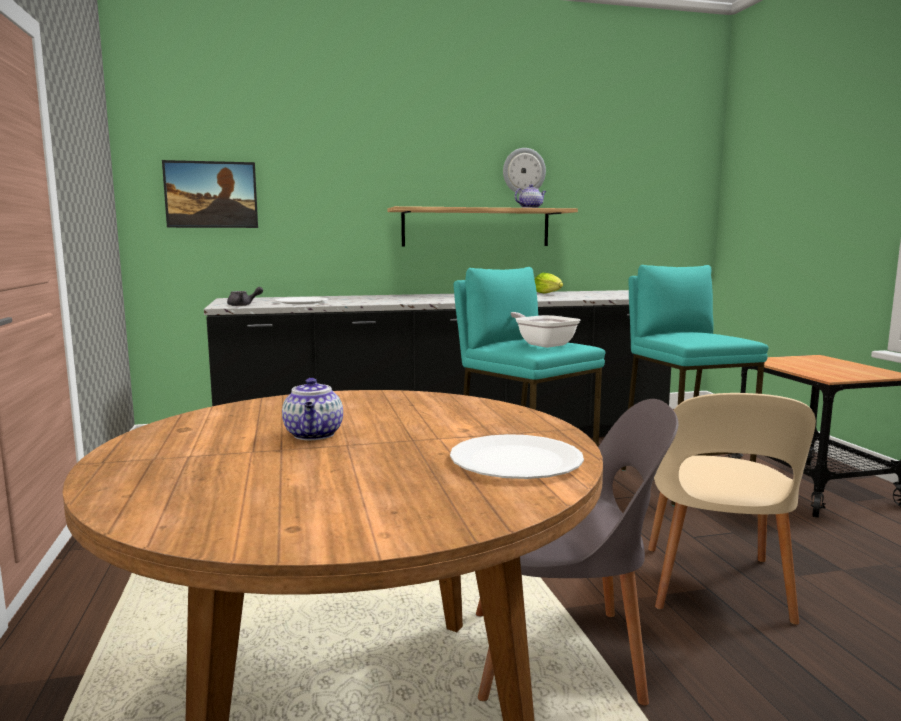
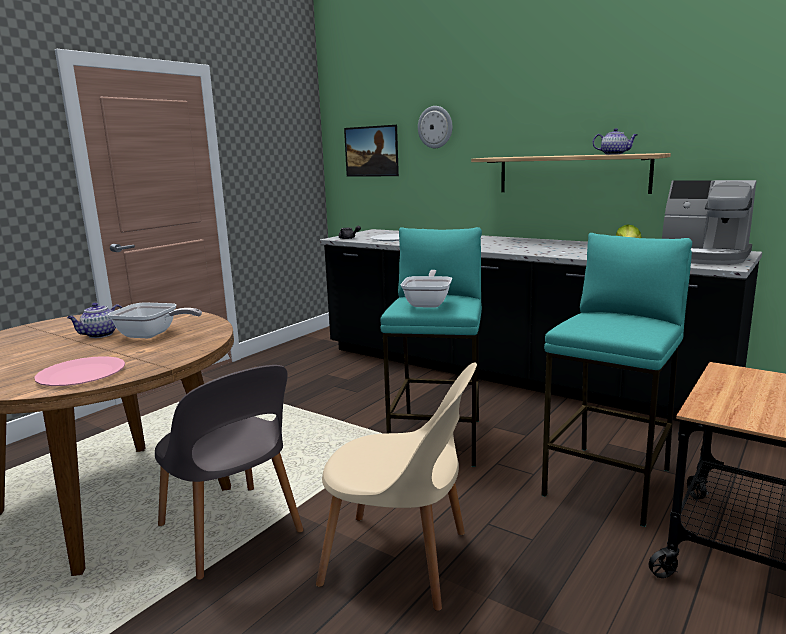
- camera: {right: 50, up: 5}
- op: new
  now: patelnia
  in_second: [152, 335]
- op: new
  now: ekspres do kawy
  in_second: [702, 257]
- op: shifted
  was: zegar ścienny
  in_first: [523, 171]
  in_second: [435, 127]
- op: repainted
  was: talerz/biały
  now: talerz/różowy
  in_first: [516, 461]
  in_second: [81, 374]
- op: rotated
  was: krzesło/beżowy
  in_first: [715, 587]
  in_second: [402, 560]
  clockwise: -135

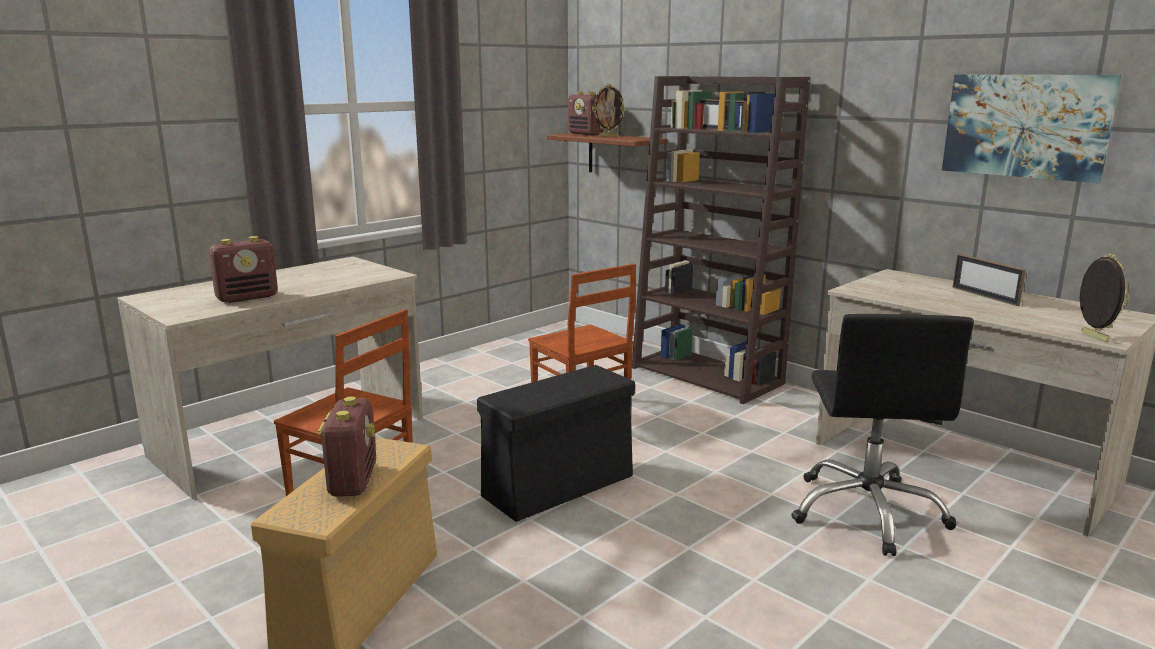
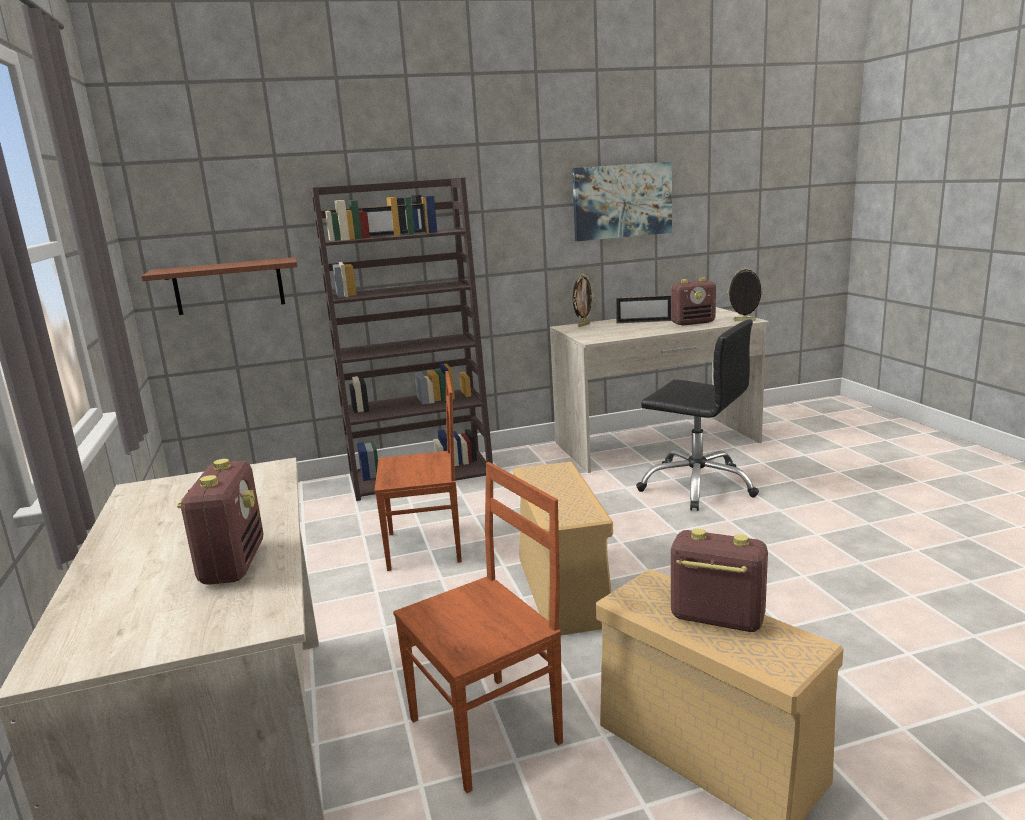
- camera: {right: -60, up: 0}
- op: shifted
  was: radio
  in_first: [586, 134]
  in_second: [693, 323]
- op: shifted
  was: ramka na zdjęcie
  in_first: [608, 136]
  in_second: [583, 325]
- op: repainted
  was: pojemnik do przechowywania/czarny
  now: pojemnik do przechowywania/beżowy
  in_first: [560, 485]
  in_second: [562, 589]

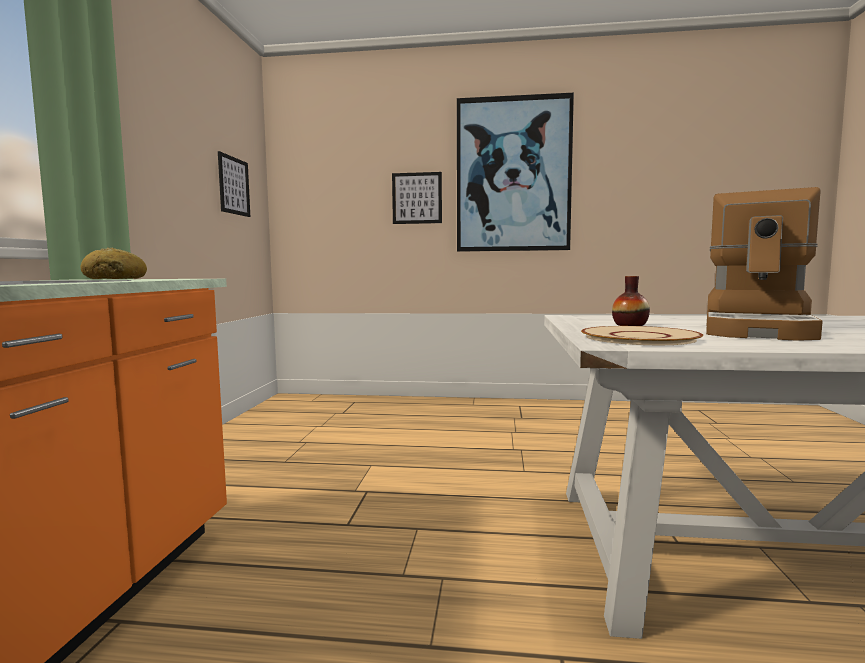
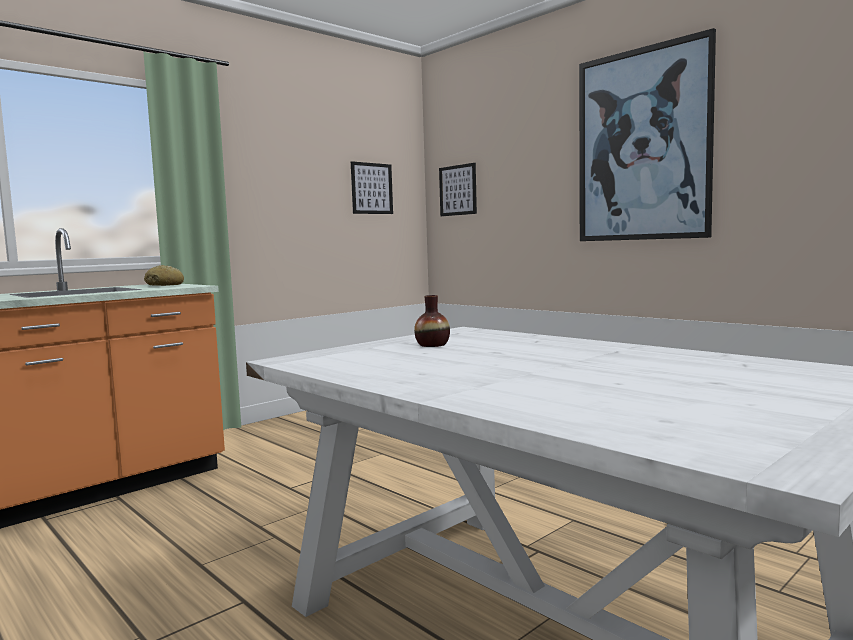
- camera: {right: 40, up: 0}
- op: gone
  was: talerz/beżowy
  in_first: [640, 338]
- op: gone
  was: ekspres do kawy
  in_first: [758, 329]
- op: shifted
  was: obraz
  in_first: [417, 198]
  in_second: [458, 190]

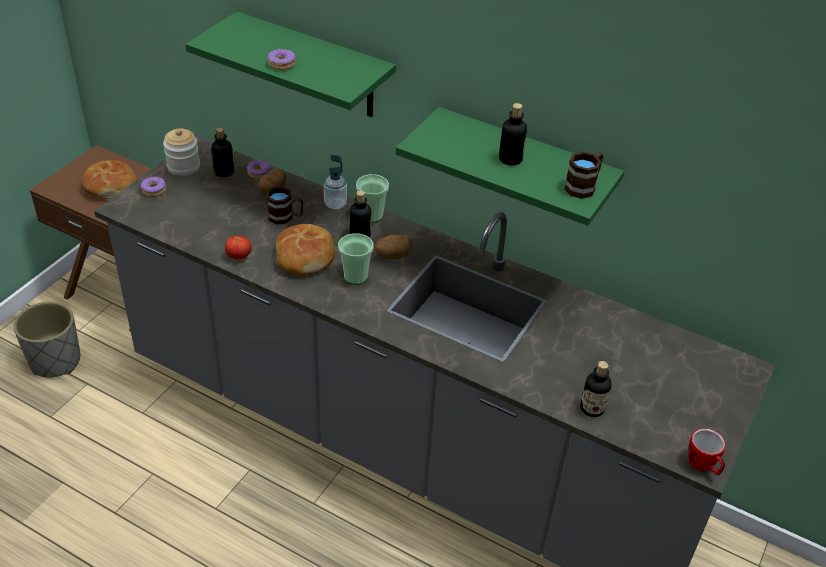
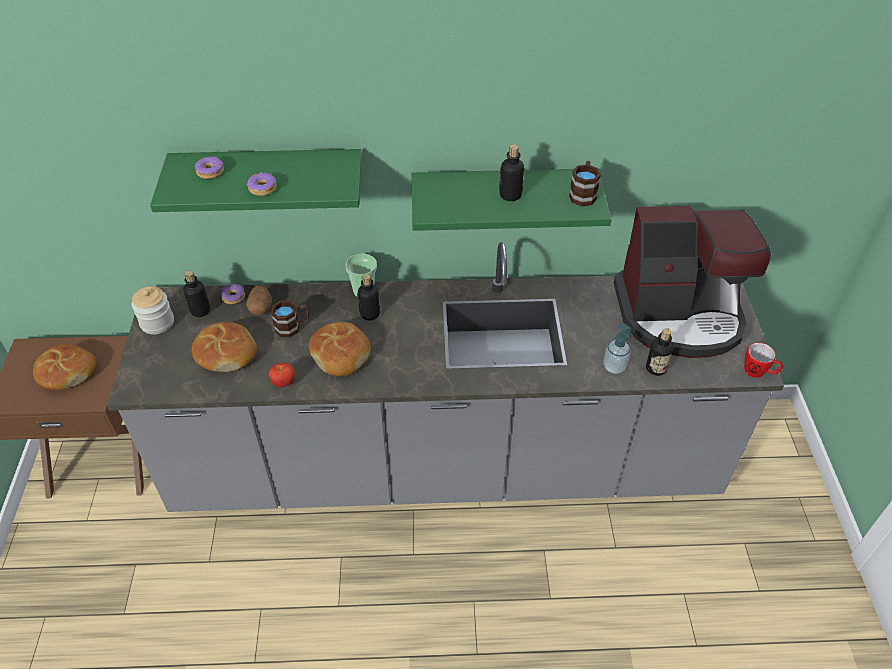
- camera: {right: -30, up: 5}
- op: gone
  was: donica/szary
  in_first: [56, 361]
- op: gone
  was: filiżanka
  in_first: [355, 277]
- op: gone
  was: ziemniak
  in_first: [393, 256]
- op: new
  now: chleb
  in_second: [226, 353]
- op: new
  now: ekspres do kawy
  in_second: [679, 315]
- op: shifted
  was: donut
  in_first: [154, 190]
  in_second: [210, 172]
- op: shifted
  was: dozownik mydła
  in_first: [335, 204]
  in_second: [614, 367]

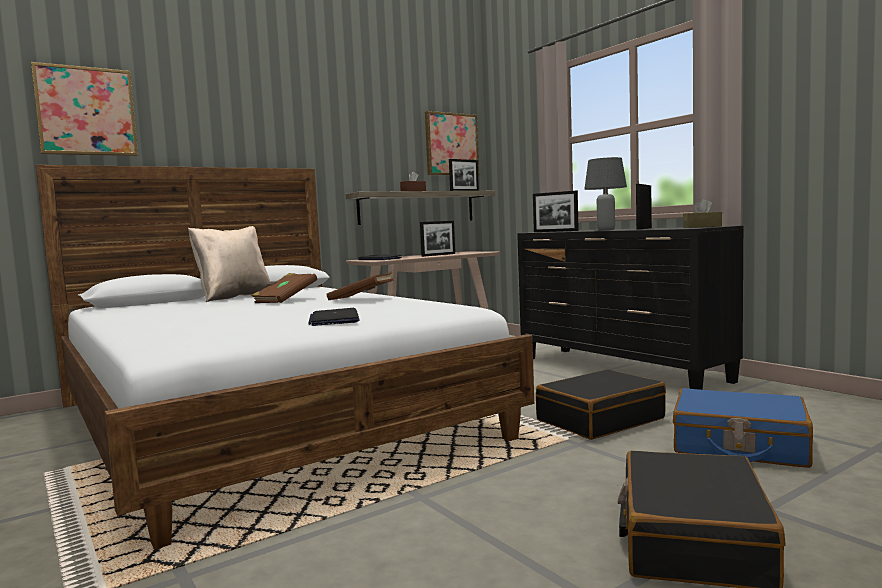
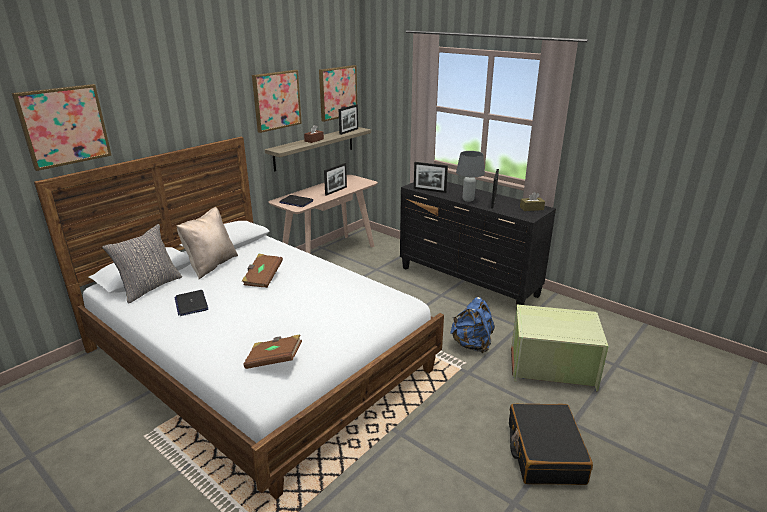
- camera: {right: -15, up: 20}
- op: new
  now: poduszka/szary
  in_second: [149, 287]
- op: new
  now: obraz
  in_second: [276, 100]
- op: shifted
  was: laptop
  in_first: [334, 319]
  in_second: [191, 303]
- op: shifted
  was: książka/brązowy
  in_first: [361, 299]
  in_second: [274, 360]
- op: swapped
  was: walizka/czarny
  now: plecak/niebieski
  in_first: [599, 419]
  in_second: [472, 344]
- op: swapped
  was: walizka/niebieski
  now: pojemnik do przechowywania/zielony
  in_first: [739, 445]
  in_second: [551, 367]

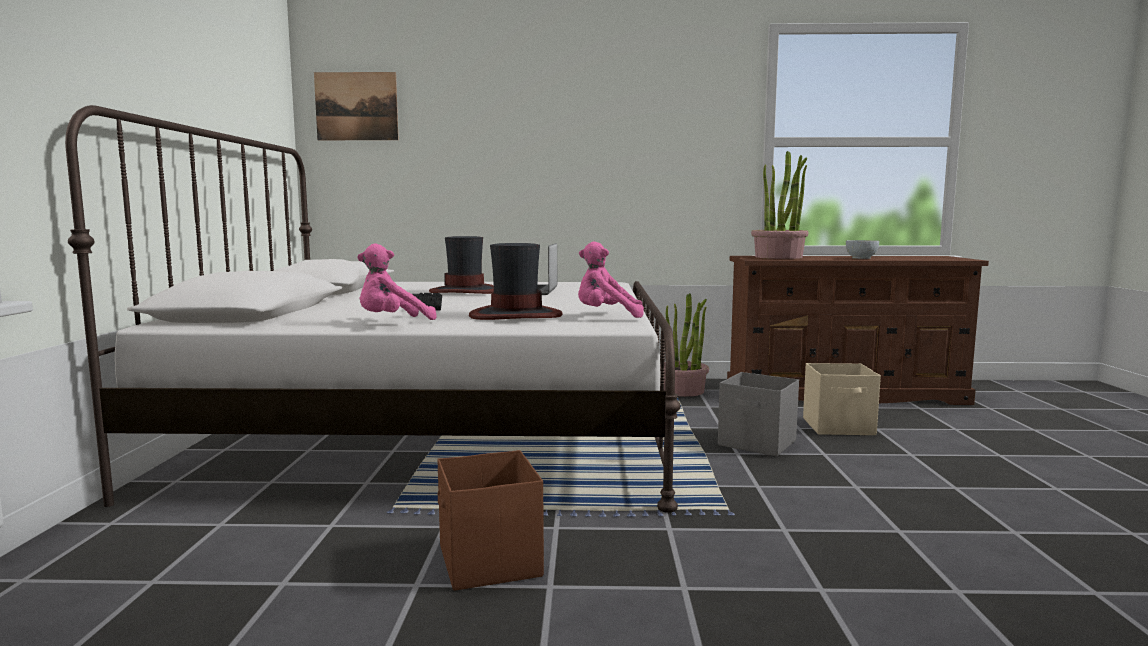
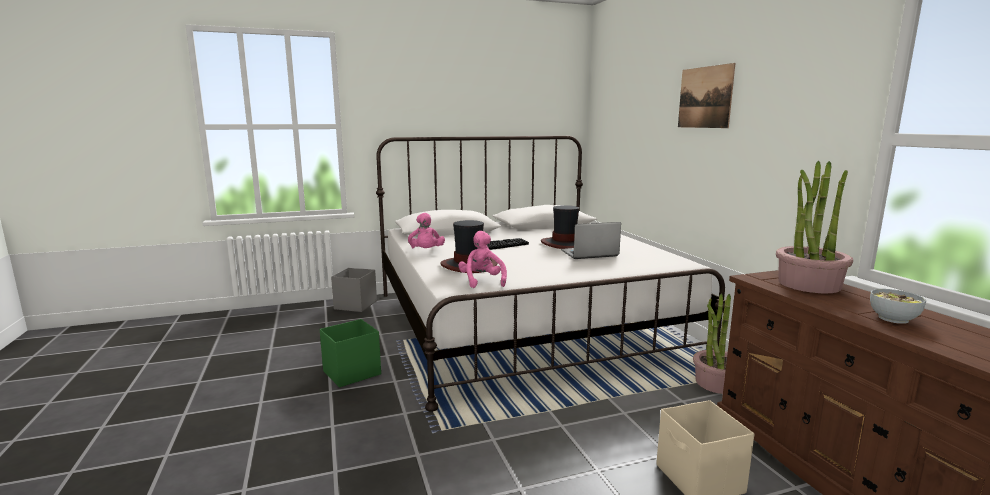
- camera: {right: 70, up: 5}
- op: shifted
  was: obraz
  in_first: [356, 106]
  in_second: [705, 97]
- op: shifted
  was: pojemnik do przechowywania/szary
  in_first: [758, 443]
  in_second: [355, 305]
- op: repainted
  was: pojemnik do przechowywania/brązowy
  now: pojemnik do przechowywania/zielony
  in_first: [489, 562]
  in_second: [351, 373]
- op: rotated
  was: pluszak/różowy
  in_first: [392, 322]
  in_second: [426, 252]
  clockwise: -135

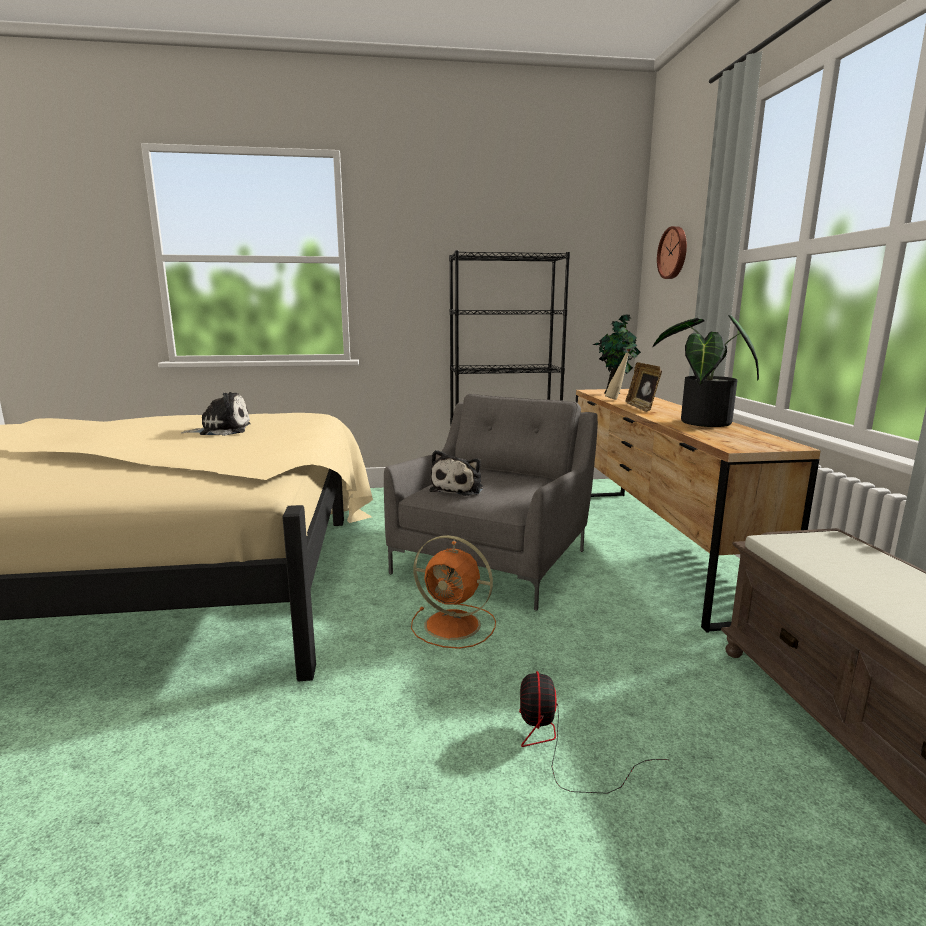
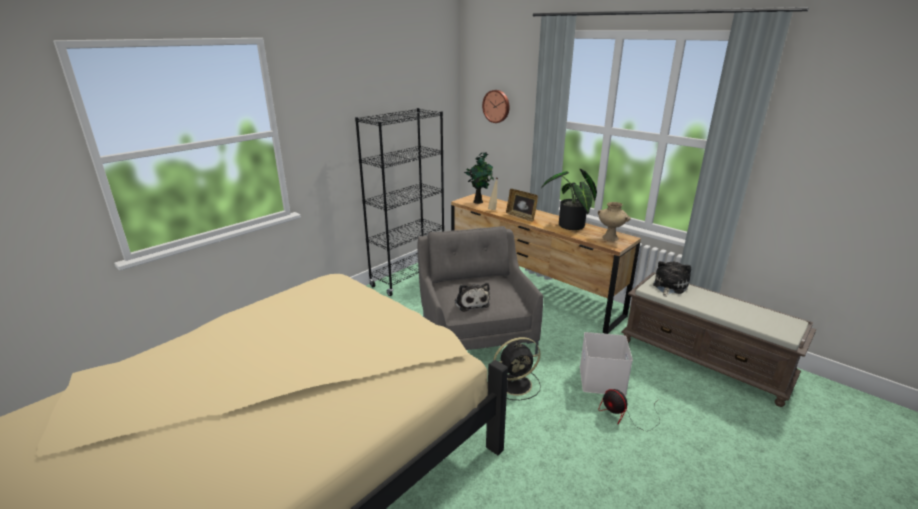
- camera: {right: -40, up: 10}
- op: new
  now: pojemnik do przechowywania/biały
  in_second: [601, 379]
- op: new
  now: wazon/beżowy
  in_second: [609, 238]
- op: shifted
  was: pluszak
  in_first: [222, 430]
  in_second: [669, 286]
- op: repainted
  was: wentylator/pomarańczowy
  now: wentylator/czarny
  in_first: [455, 625]
  in_second: [516, 384]

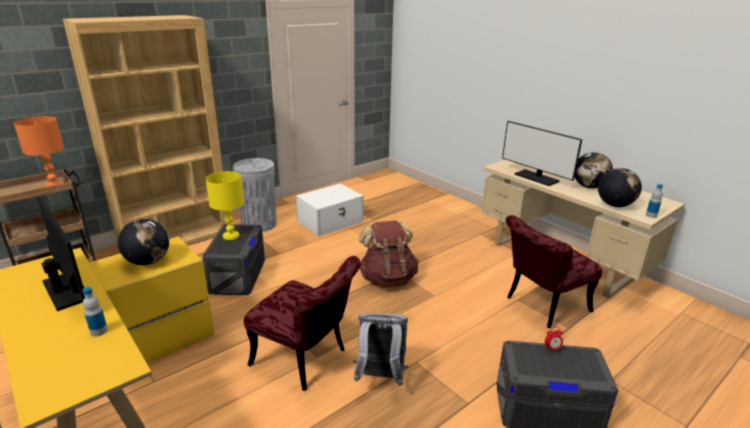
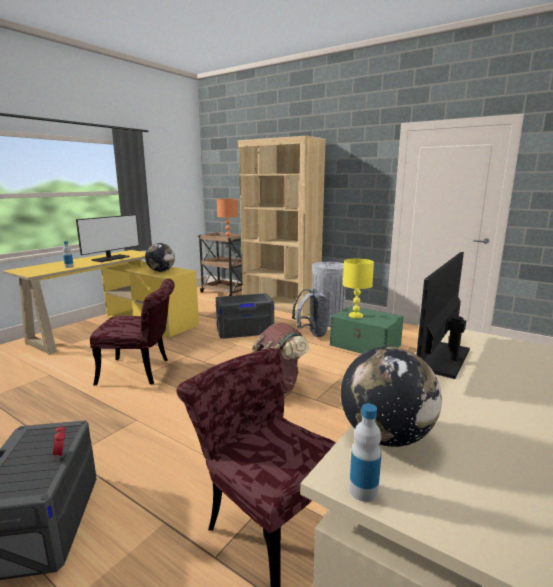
- camera: {right: 75, up: -10}
- op: gone
  was: globus
  in_first: [589, 186]
- op: shifted
  was: lampa stołowa/żółty
  in_first: [230, 236]
  in_second: [355, 315]
- op: shifted
  was: plecak/szary
  in_first: [380, 377]
  in_second: [312, 333]
- op: repainted
  was: pojemnik do przechowywania/biały
  now: pojemnik do przechowywania/zielony
  in_first: [331, 221]
  in_second: [365, 345]
- op: rotated
  was: krzesło/czerwony
  in_first: [306, 360]
  in_second: [141, 371]
  clockwise: -105

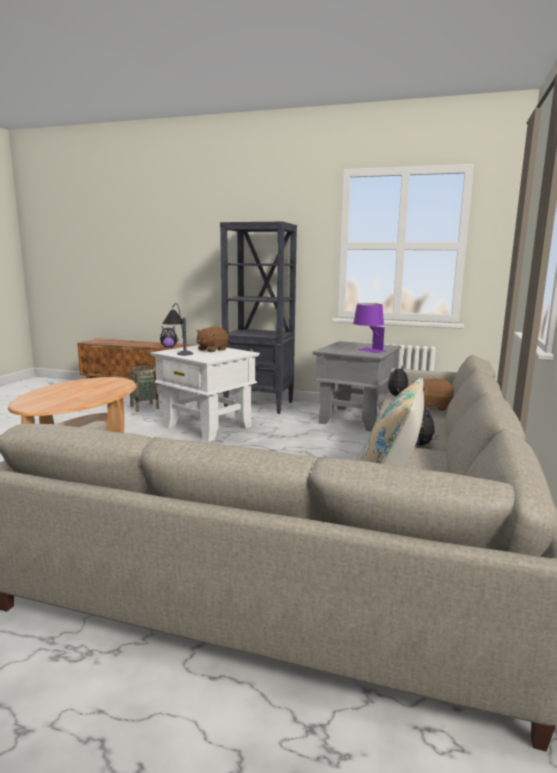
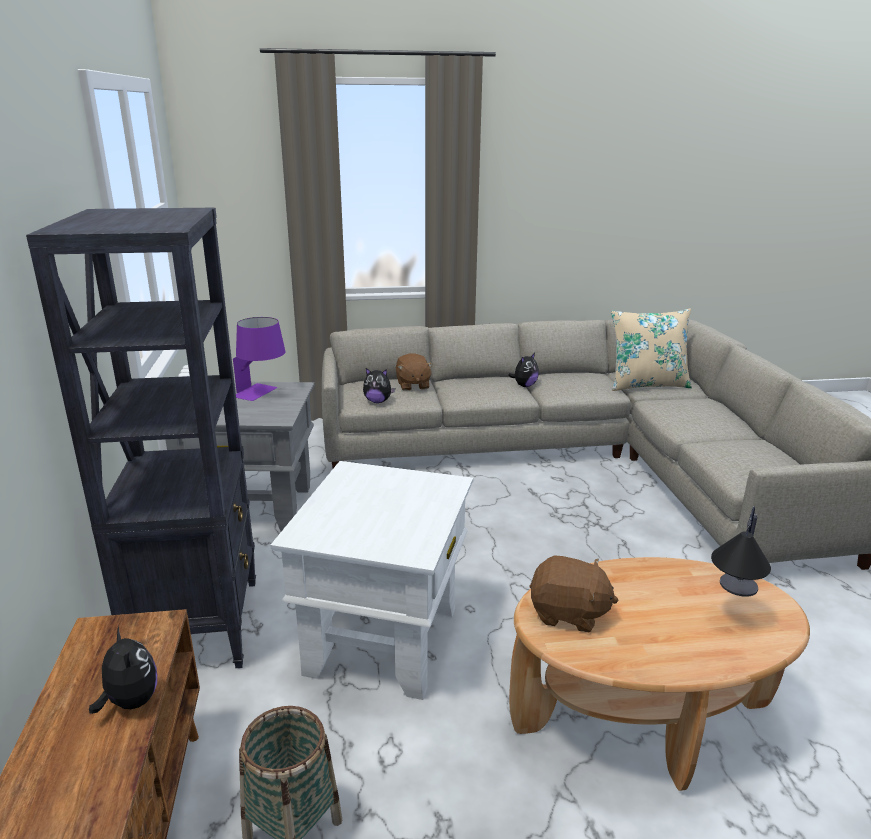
- camera: {right: -115, up: 10}
- op: shifted
  was: lampa stołowa
  in_first: [178, 351]
  in_second: [732, 605]
- op: shifted
  was: pluszak/brązowy
  in_first: [212, 350]
  in_second: [568, 613]

